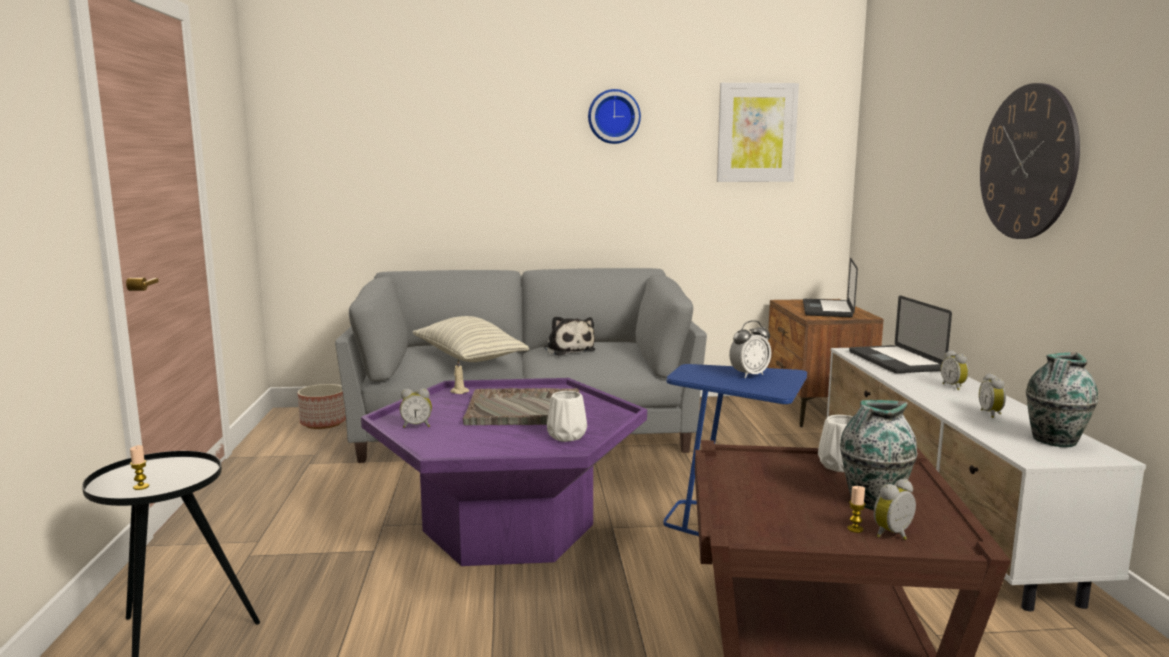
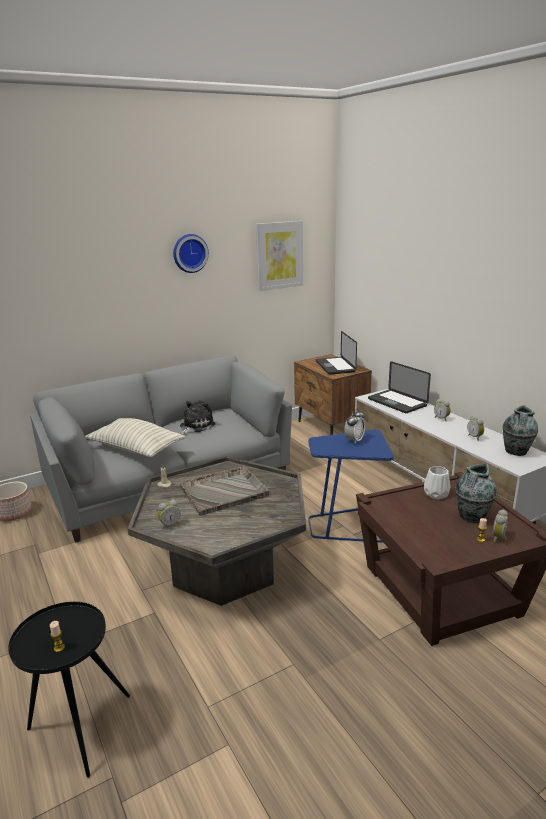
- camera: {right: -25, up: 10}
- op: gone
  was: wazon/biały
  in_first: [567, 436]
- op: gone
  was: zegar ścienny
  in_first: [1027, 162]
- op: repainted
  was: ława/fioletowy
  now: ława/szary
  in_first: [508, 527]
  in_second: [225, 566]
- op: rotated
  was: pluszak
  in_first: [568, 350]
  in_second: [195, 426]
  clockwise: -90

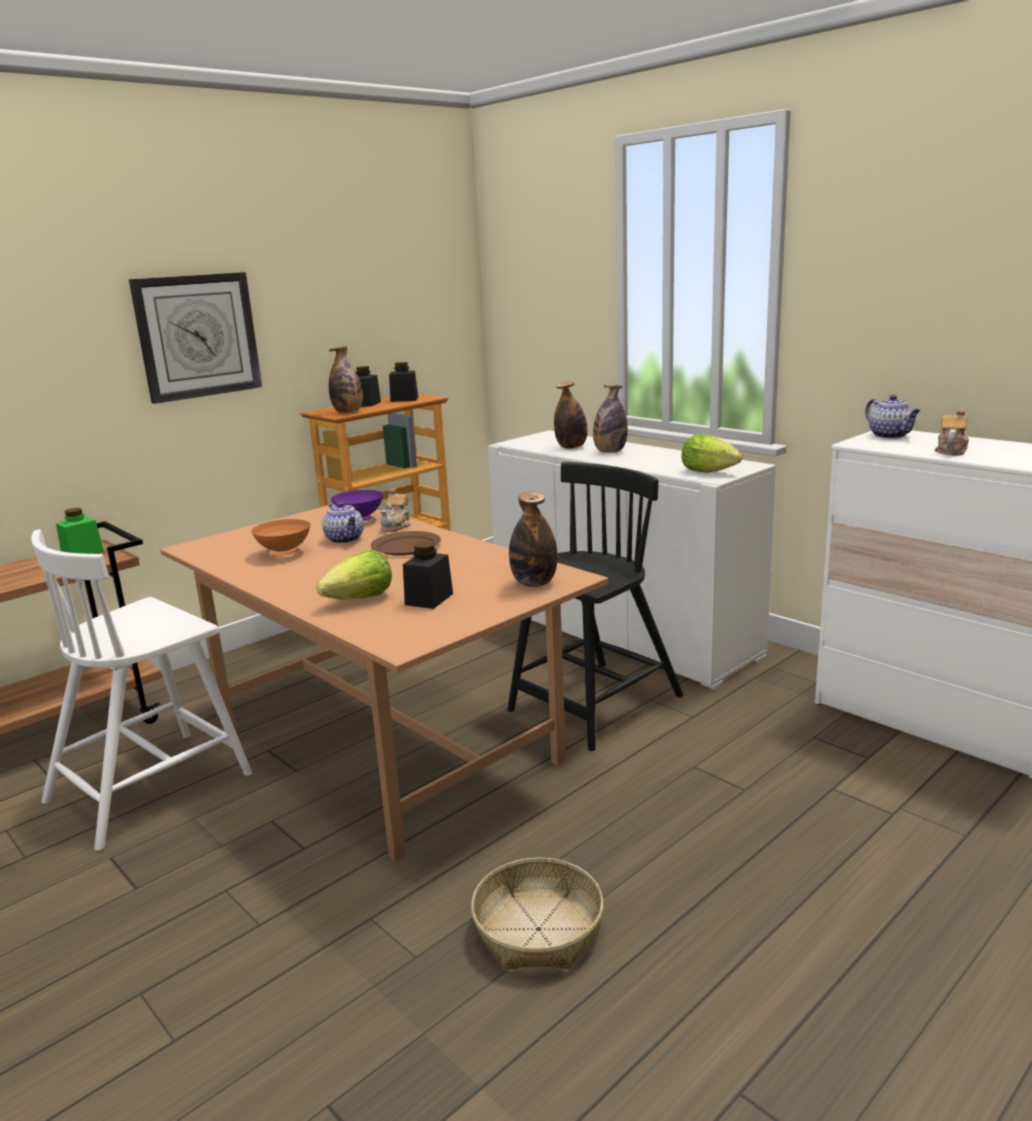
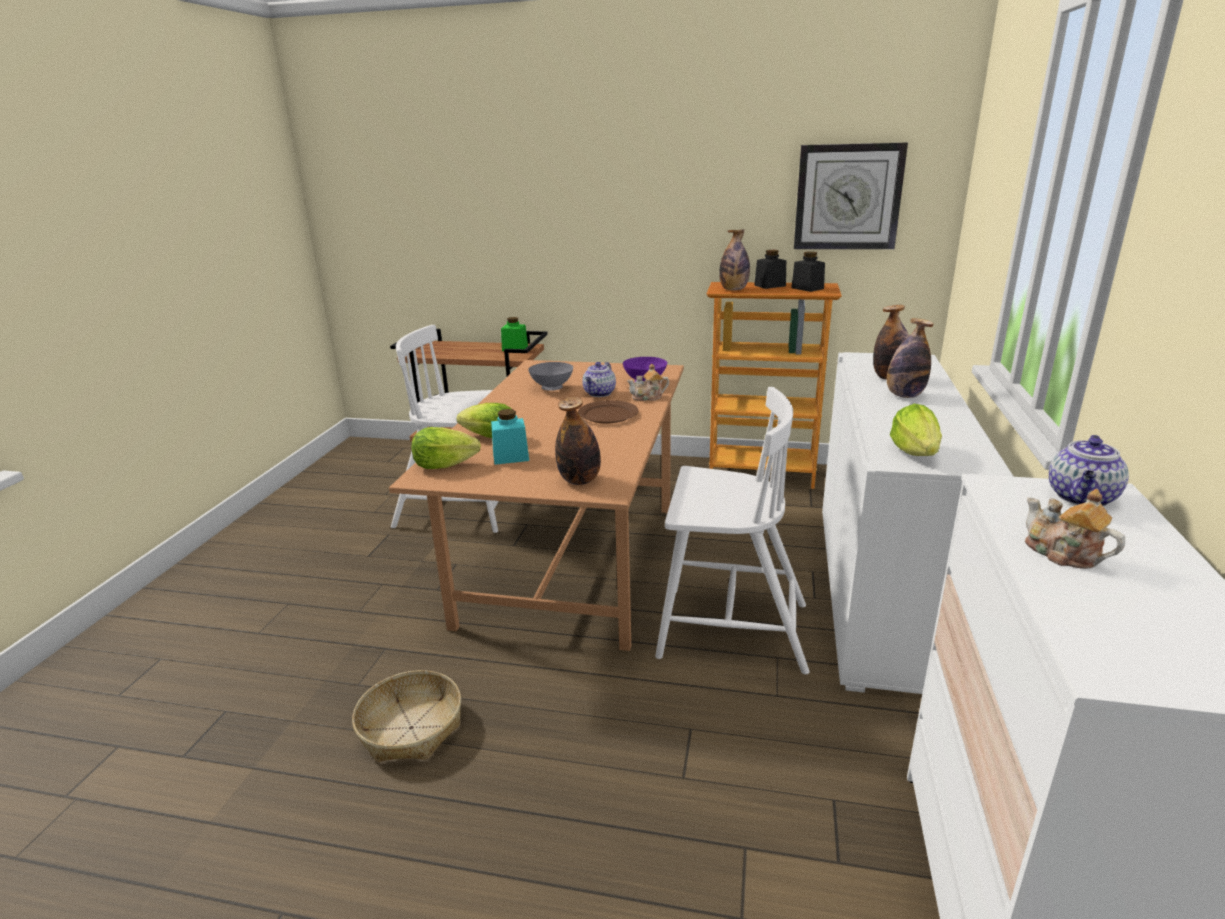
- camera: {right: 55, up: 5}
- op: new
  now: sałata
  in_second: [444, 465]
- op: shifted
  was: zegar ścienny
  in_first: [197, 336]
  in_second: [848, 197]
- op: repainted
  was: miska/pomarańczowy
  now: miska/szary
  in_first: [285, 553]
  in_second: [551, 389]
- op: repainted
  was: słoik/czarny
  now: słoik/turkusowy
  in_first: [429, 599]
  in_second: [511, 457]
- op: repainted
  was: krzesło/czarny
  now: krzesło/biały
  in_first: [594, 705]
  in_second: [730, 629]
- op: rotated
  was: imbryk
  in_first: [951, 451]
  in_second: [1062, 554]
  clockwise: -120

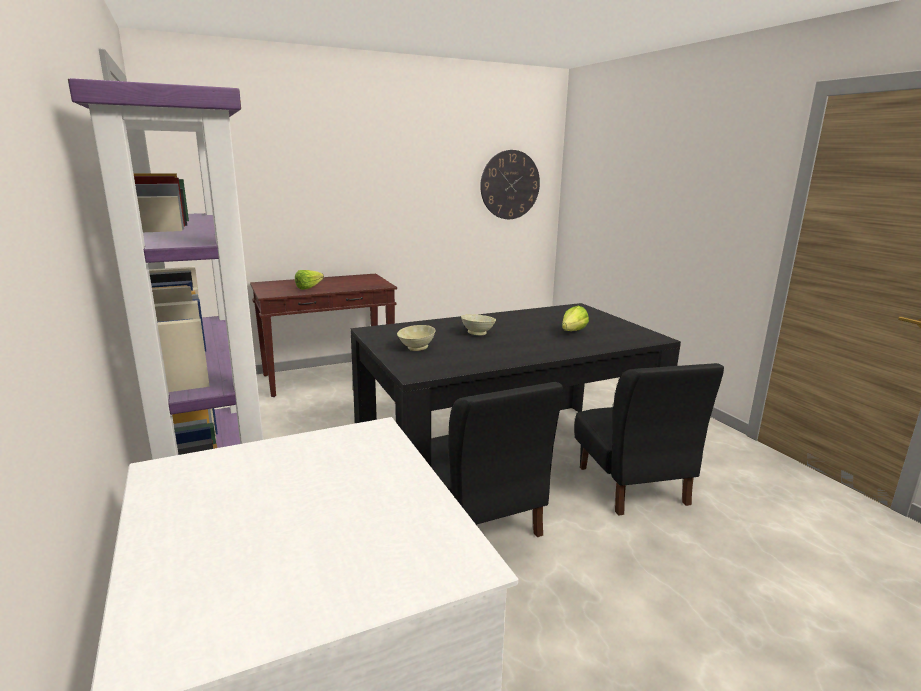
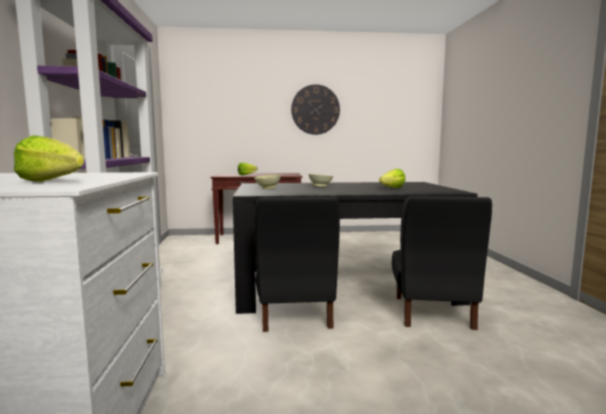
- camera: {right: 20, up: -10}
- op: new
  now: sałata
  in_second: [55, 182]
- op: shifted
  was: zegar ścienny
  in_first: [510, 185]
  in_second: [315, 109]

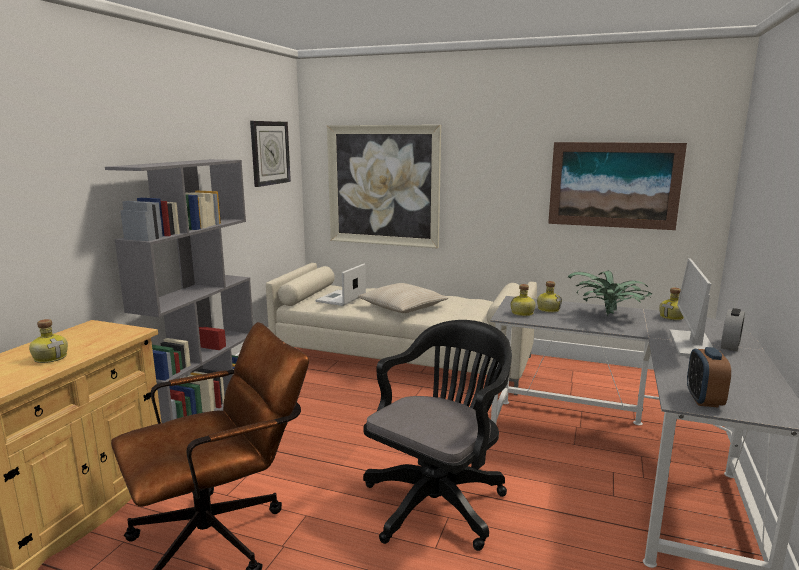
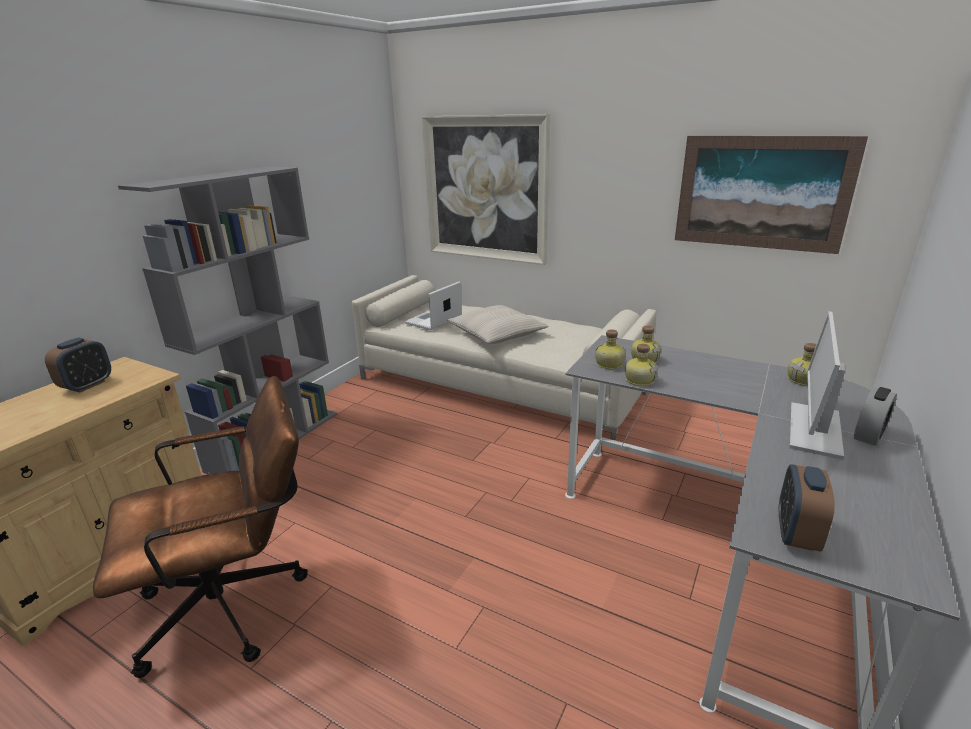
- camera: {right: 10, up: 10}
- op: gone
  was: zegar ścienny
  in_first: [270, 153]
- op: gone
  was: krzesło biurowe/czarny
  in_first: [438, 500]
- op: gone
  was: roślina doniczkowa
  in_first: [609, 316]
- op: new
  now: budzik
  in_second: [87, 385]
- op: shifted
  was: butelka
  in_first: [51, 357]
  in_second: [639, 380]

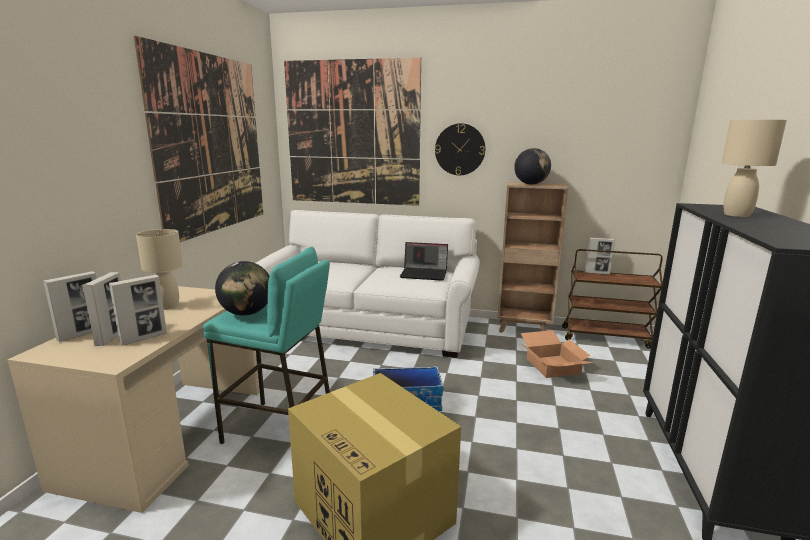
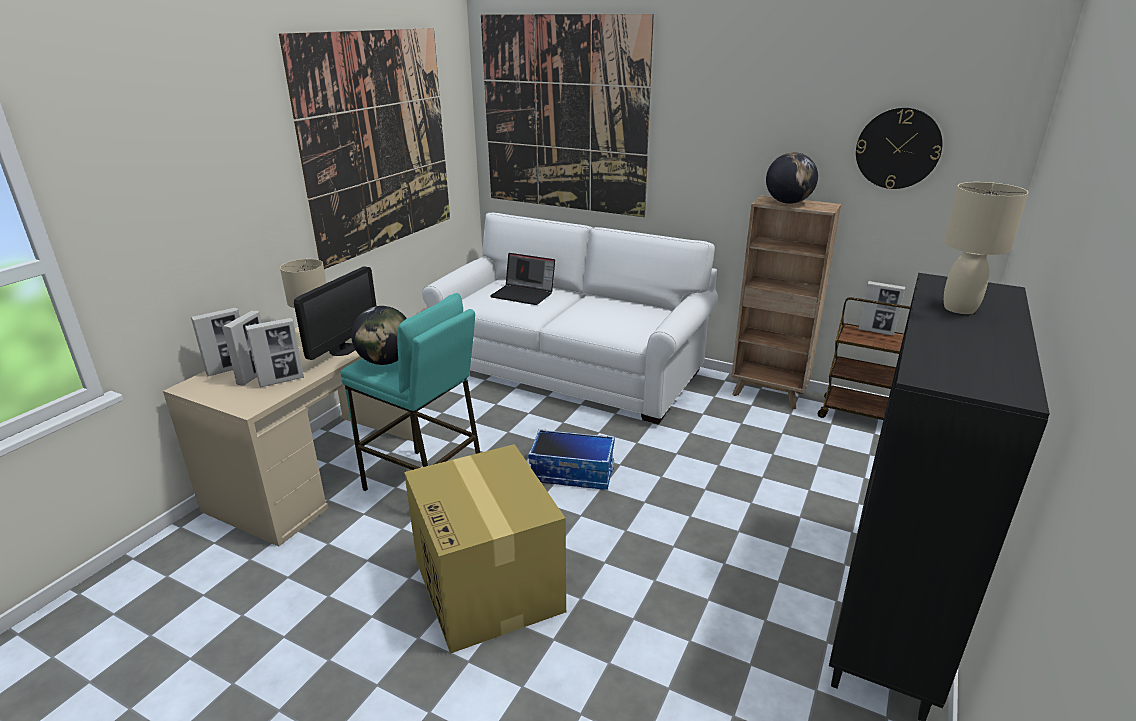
- camera: {right: 15, up: 10}
- op: gone
  was: karton
  in_first: [554, 366]
- op: new
  now: monitor
  in_second: [343, 349]
- op: shifted
  was: laptop
  in_first: [424, 274]
  in_second: [524, 294]
- op: shifted
  was: zegar ścienny
  in_first: [460, 149]
  in_second: [898, 148]

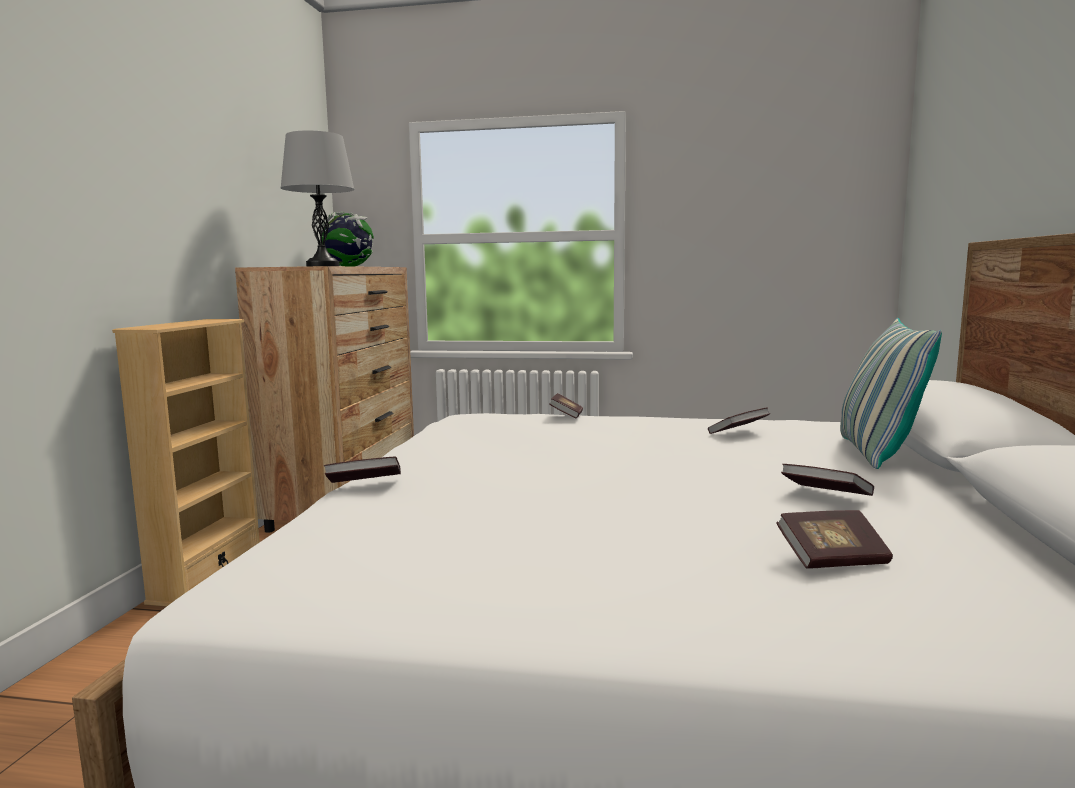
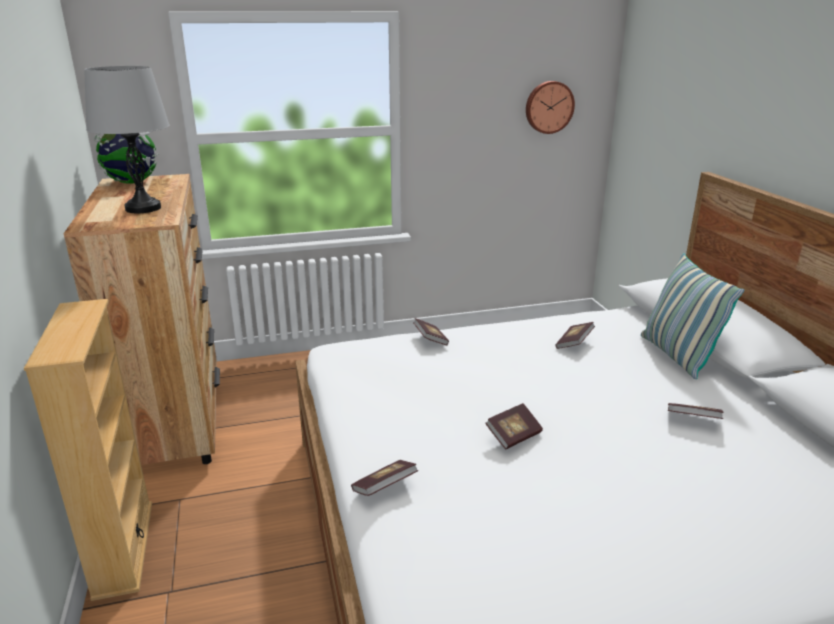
- camera: {right: -25, up: 15}
- op: new
  now: zegar ścienny
  in_second: [548, 107]
- op: shifted
  was: książka
  in_first: [832, 559]
  in_second: [513, 436]

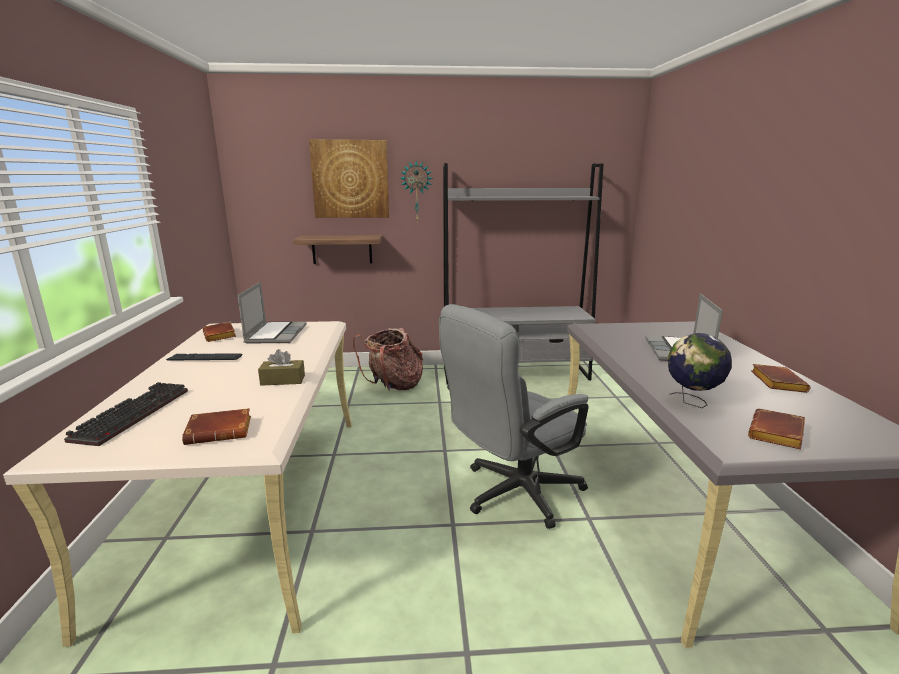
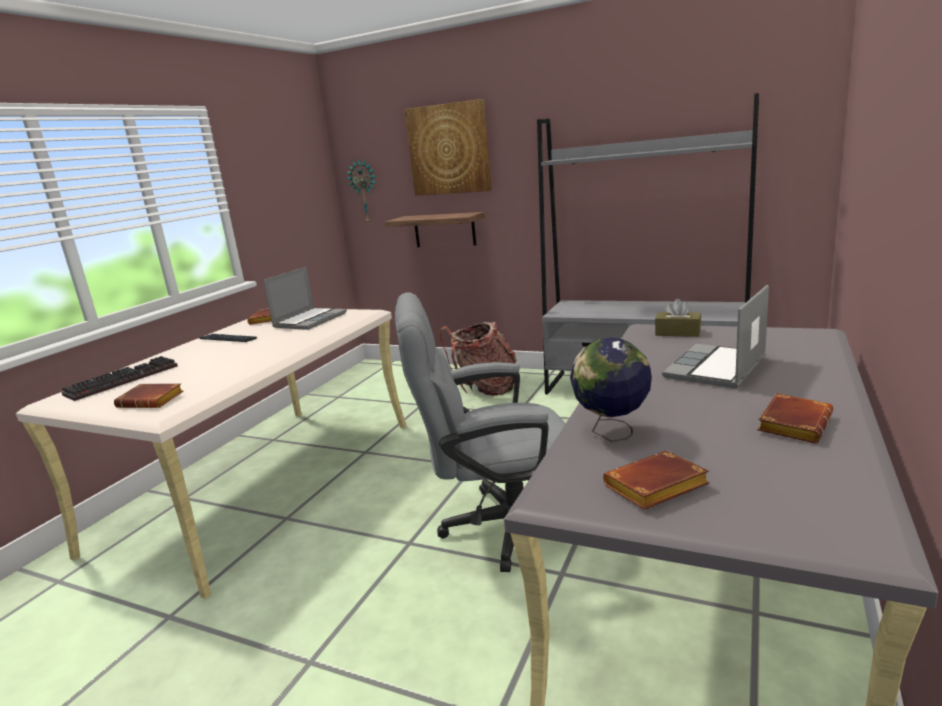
- camera: {right: 30, up: 0}
- op: shifted
  was: pudełko chusteczek/brązowy
  in_first: [283, 380]
  in_second: [677, 332]
- op: shifted
  was: zegar ścienny
  in_first: [416, 192]
  in_second: [365, 191]

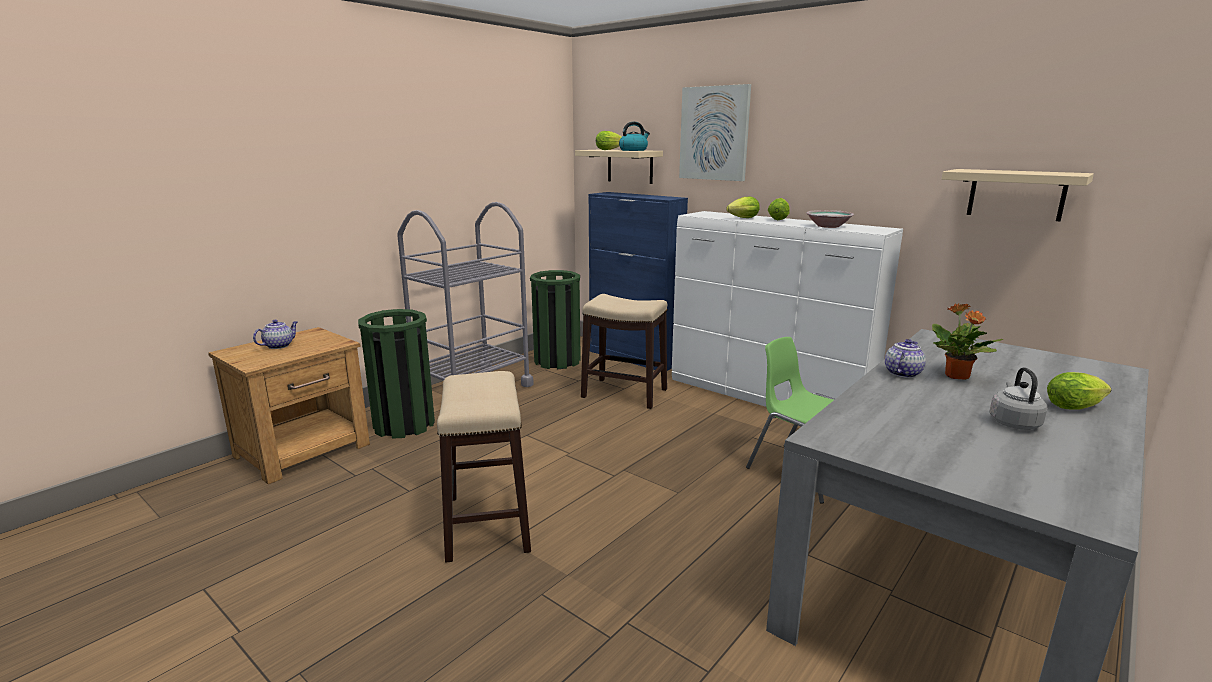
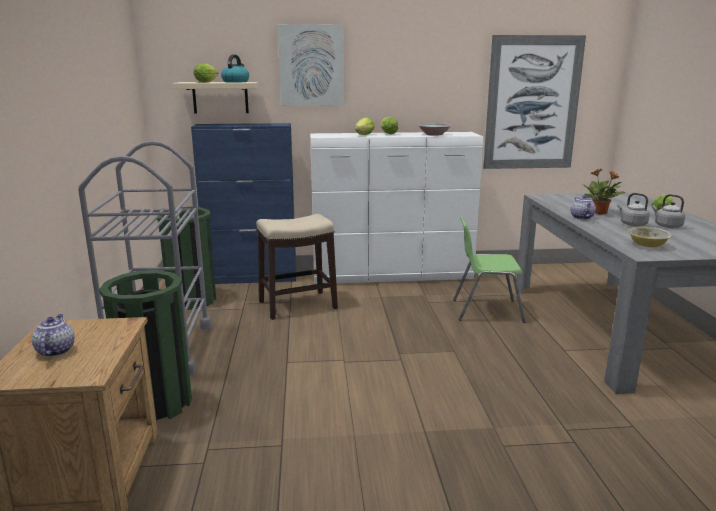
- camera: {right: -45, up: 0}
- op: gone
  was: stołek
  in_first: [487, 522]
- op: new
  now: czajnik/szary
  in_second: [631, 224]
- op: new
  now: miska
  in_second: [647, 245]
- op: swapped
  was: półka/beżowy
  now: obraz
  in_first: [1016, 194]
  in_second: [532, 103]

